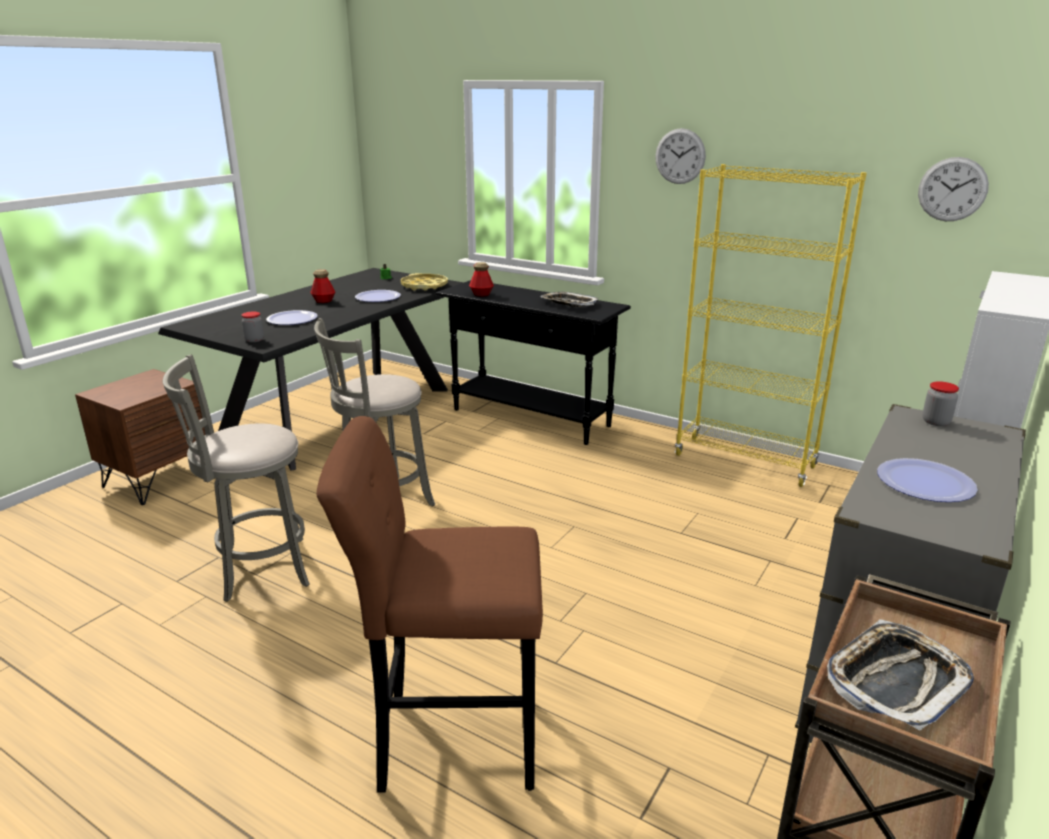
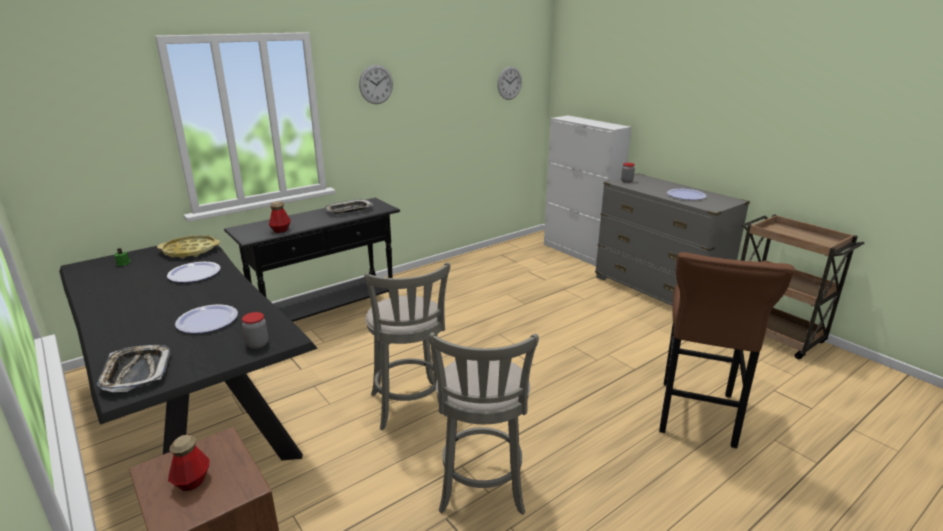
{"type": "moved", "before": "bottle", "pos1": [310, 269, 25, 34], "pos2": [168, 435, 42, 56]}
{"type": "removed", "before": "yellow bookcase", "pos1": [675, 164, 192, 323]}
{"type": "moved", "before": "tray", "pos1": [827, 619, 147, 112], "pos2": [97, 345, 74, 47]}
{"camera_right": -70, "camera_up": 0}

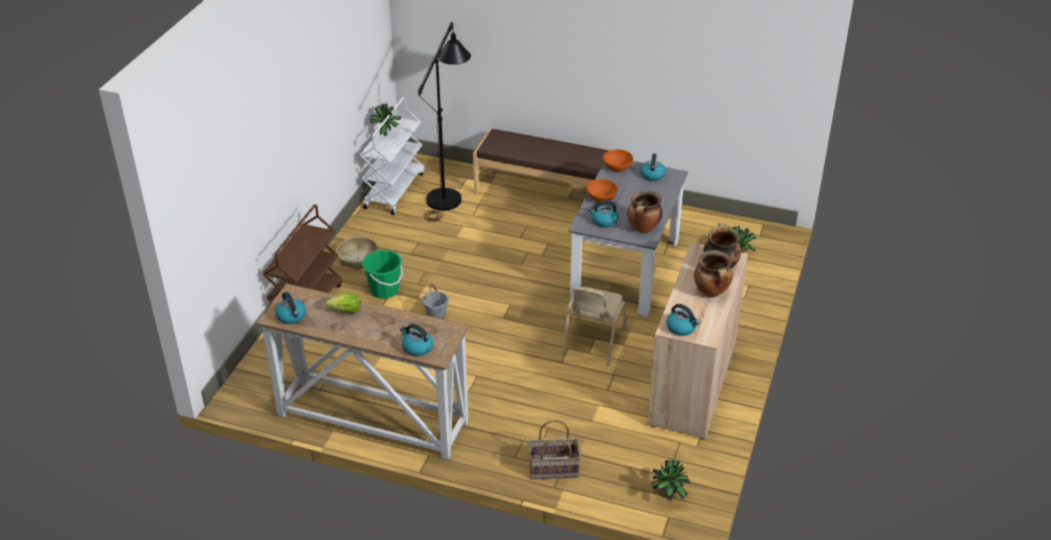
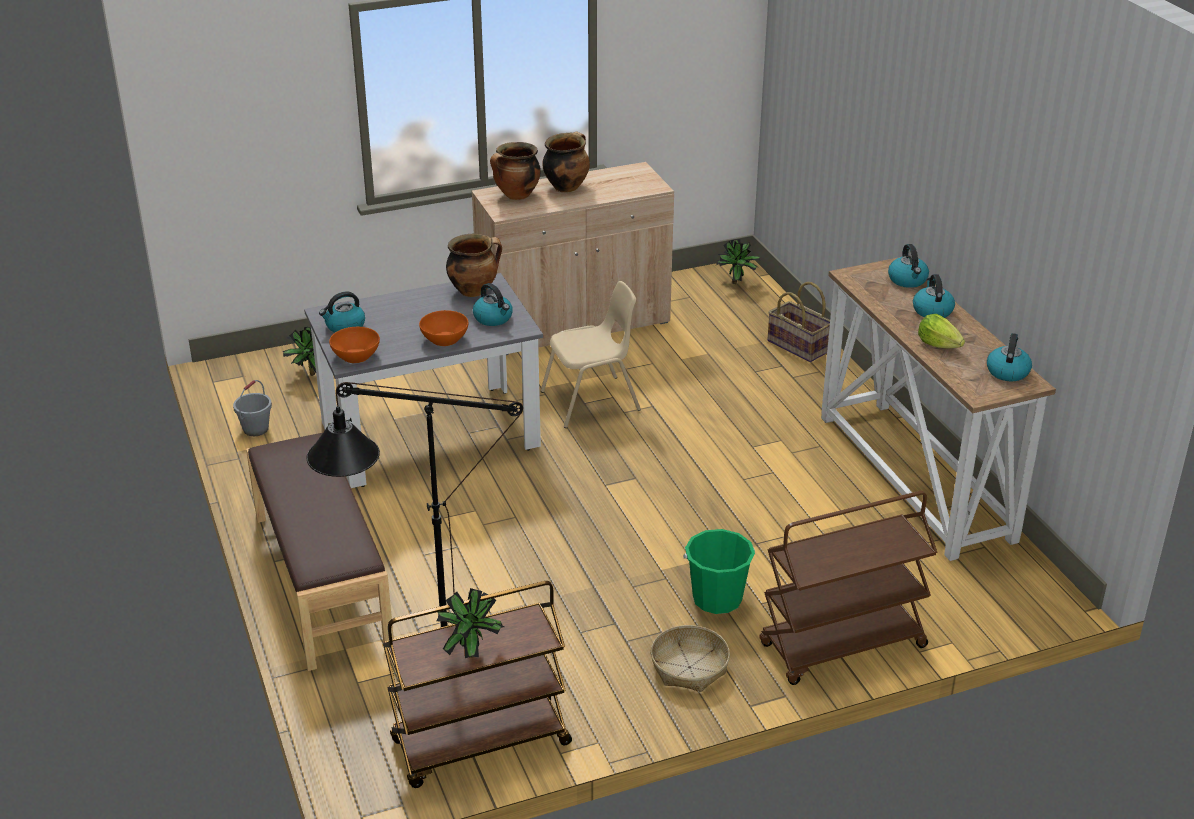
{"type": "recoloured", "before": "white cart", "after": "brown cart", "pos1": [360, 97, 64, 118], "pos2": [383, 581, 189, 207]}
{"type": "moved", "before": "grey bucket", "pos1": [423, 284, 25, 35], "pos2": [233, 380, 39, 56]}
{"type": "moved", "before": "kettle", "pos1": [666, 304, 34, 32], "pos2": [913, 274, 42, 44]}
{"camera_right": -130, "camera_up": -5}

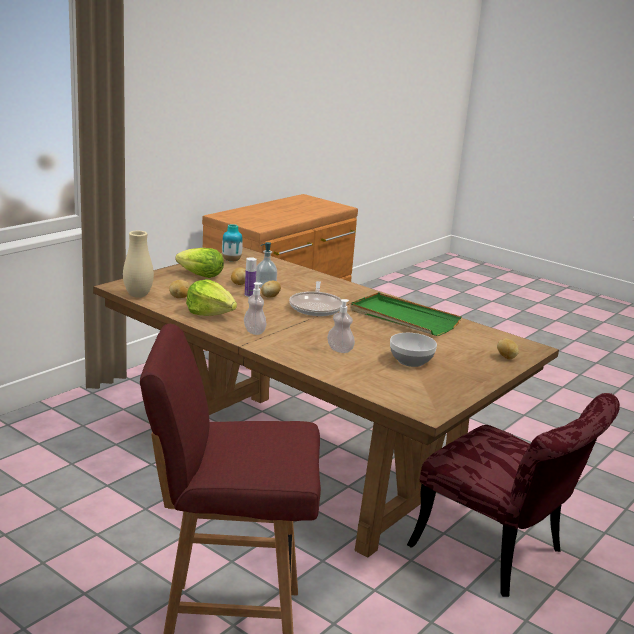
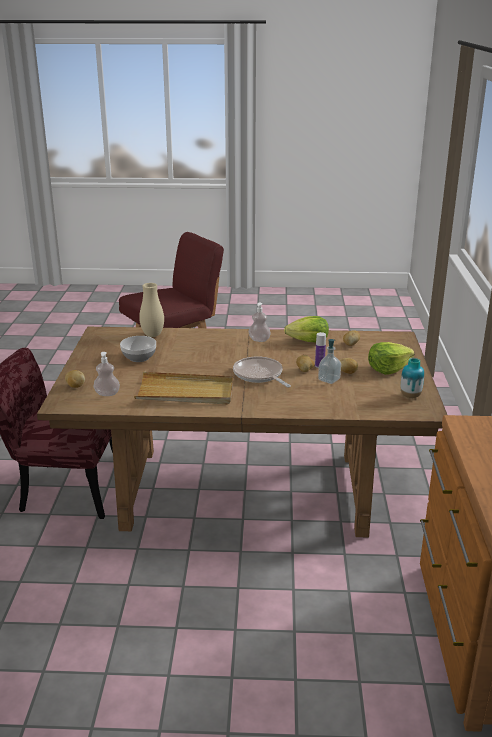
{"type": "moved", "before": "beige vase", "pos1": [123, 231, 31, 67], "pos2": [139, 283, 25, 54]}
{"type": "moved", "before": "soap dispenser", "pos1": [327, 299, 28, 54], "pos2": [93, 352, 27, 44]}
{"type": "recoloured", "before": "green tray", "after": "beige tray", "pos1": [350, 293, 112, 43], "pos2": [134, 372, 99, 32]}
{"camera_right": 145, "camera_up": 5}

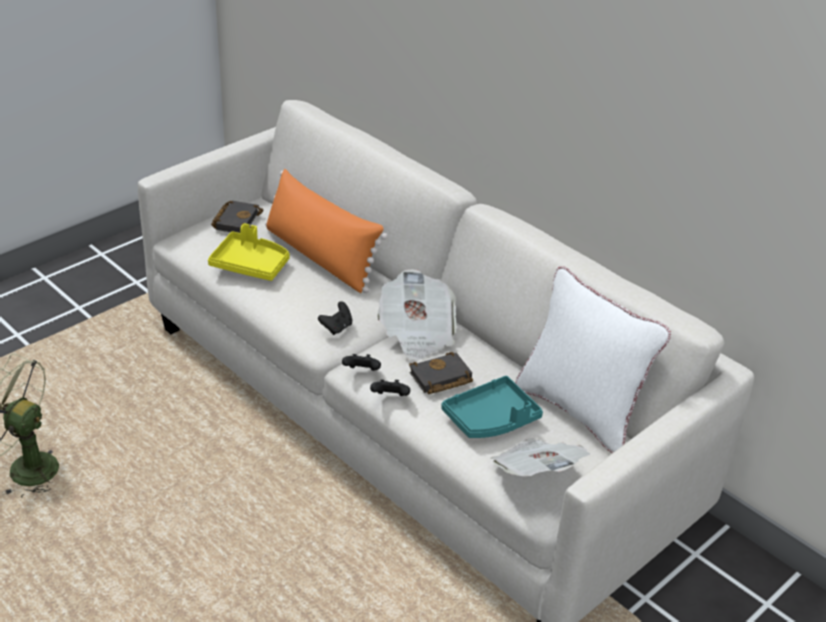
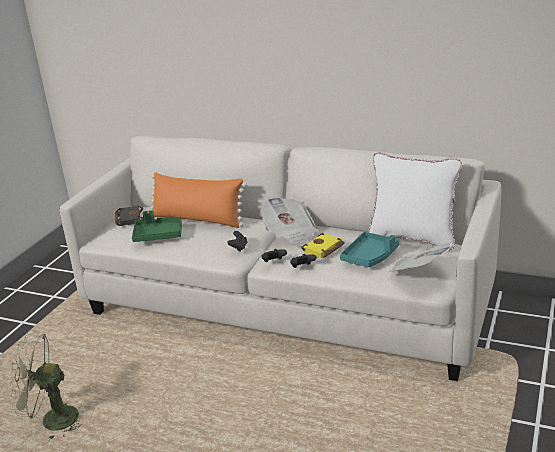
{"type": "recoloured", "before": "yellow tray", "after": "green tray", "pos1": [208, 223, 82, 58], "pos2": [132, 210, 50, 32]}
{"type": "recoloured", "before": "black book", "after": "yellow book", "pos1": [409, 352, 64, 42], "pos2": [301, 233, 44, 25]}
{"camera_right": -20, "camera_up": -10}

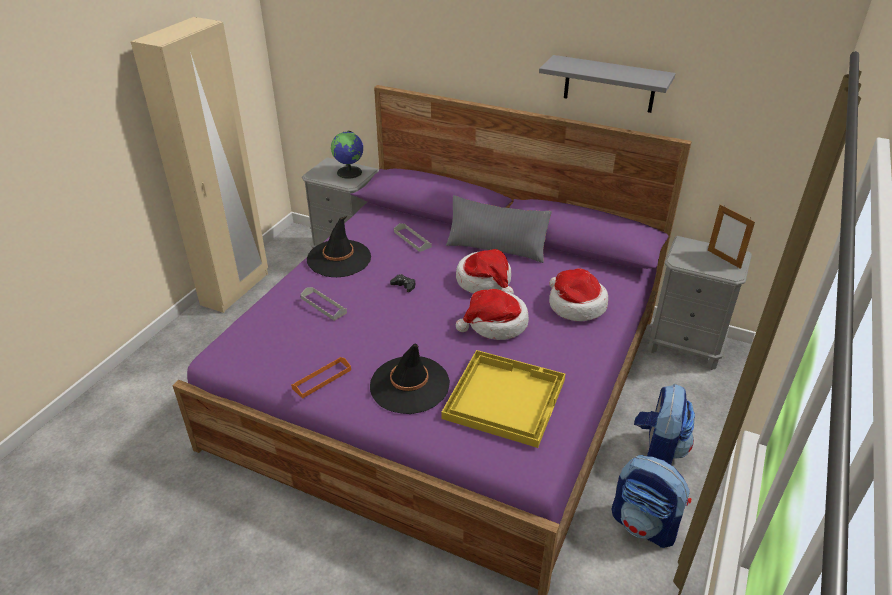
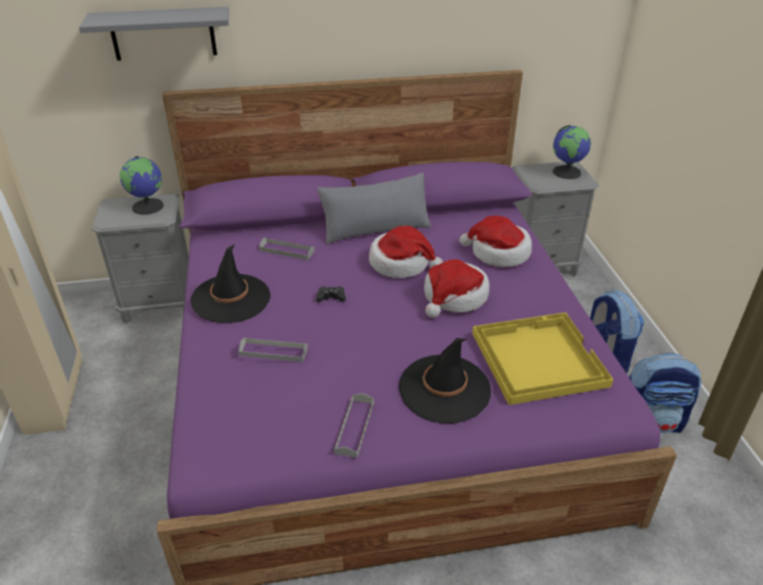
{"type": "recoloured", "before": "orange tray", "after": "grey tray", "pos1": [291, 357, 60, 42], "pos2": [334, 393, 40, 65]}
{"type": "moved", "before": "grey shelf", "pos1": [539, 55, 137, 58], "pos2": [79, 7, 150, 54]}
{"type": "replaced", "before": "picture frame", "after": "globe", "pos1": [708, 205, 47, 64], "pos2": [553, 125, 38, 54]}
{"camera_right": -35, "camera_up": 0}

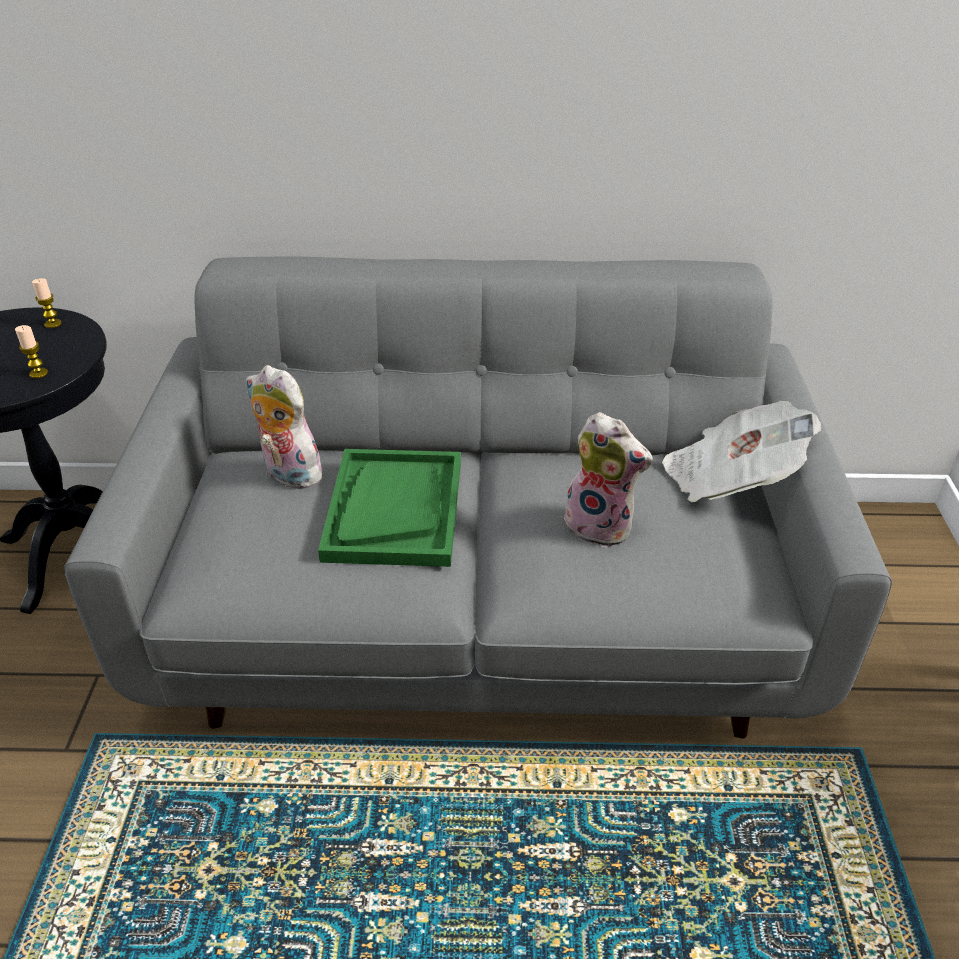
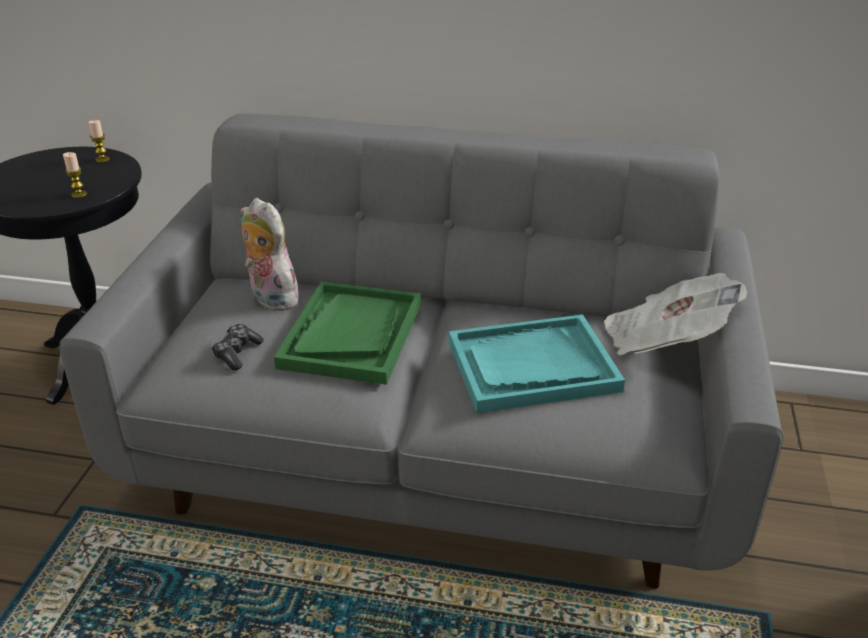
{"type": "replaced", "before": "plush toy", "after": "turquoise tray", "pos1": [556, 412, 97, 136], "pos2": [449, 315, 176, 98]}
{"type": "added", "after": "game controller", "pos2": [211, 324, 53, 46]}
{"camera_right": 10, "camera_up": -5}

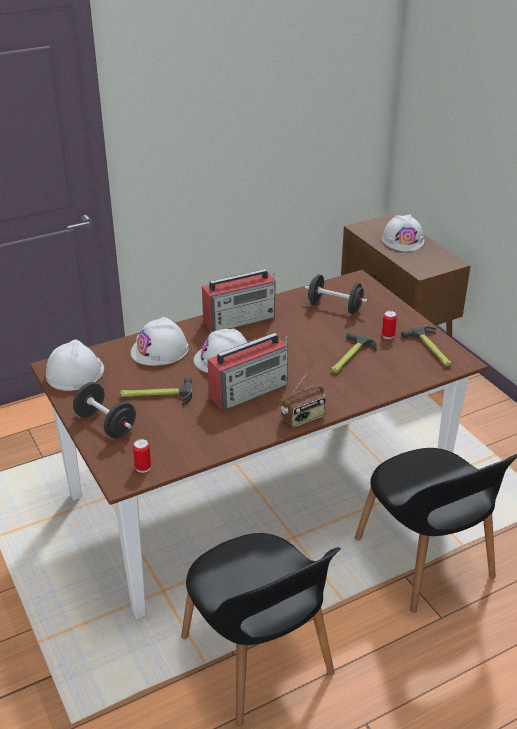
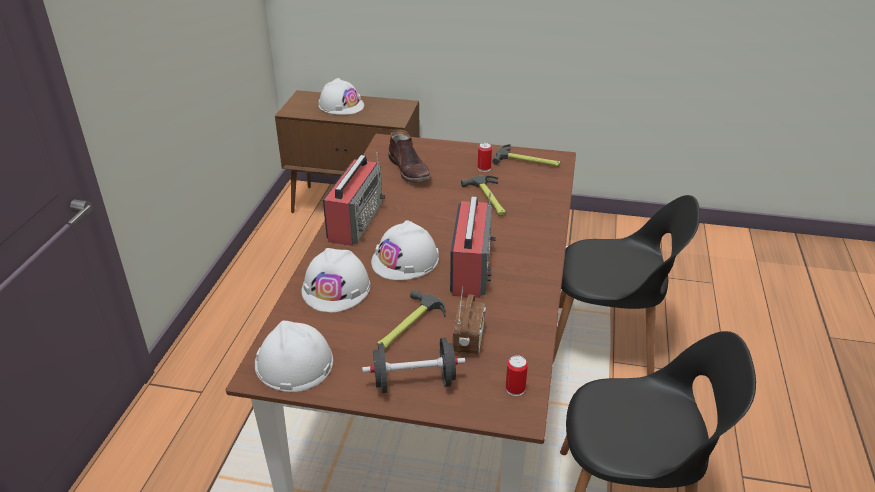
{"type": "moved", "before": "radio", "pos1": [281, 373, 45, 54], "pos2": [453, 287, 33, 67]}
{"type": "replaced", "before": "black dumbbell", "after": "brown boot", "pos1": [305, 274, 63, 40], "pos2": [388, 129, 43, 53]}
{"camera_right": -50, "camera_up": 0}

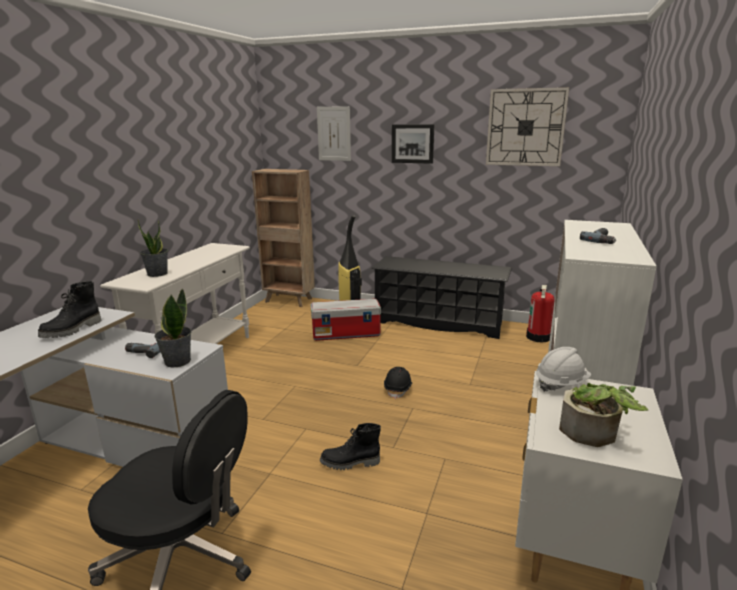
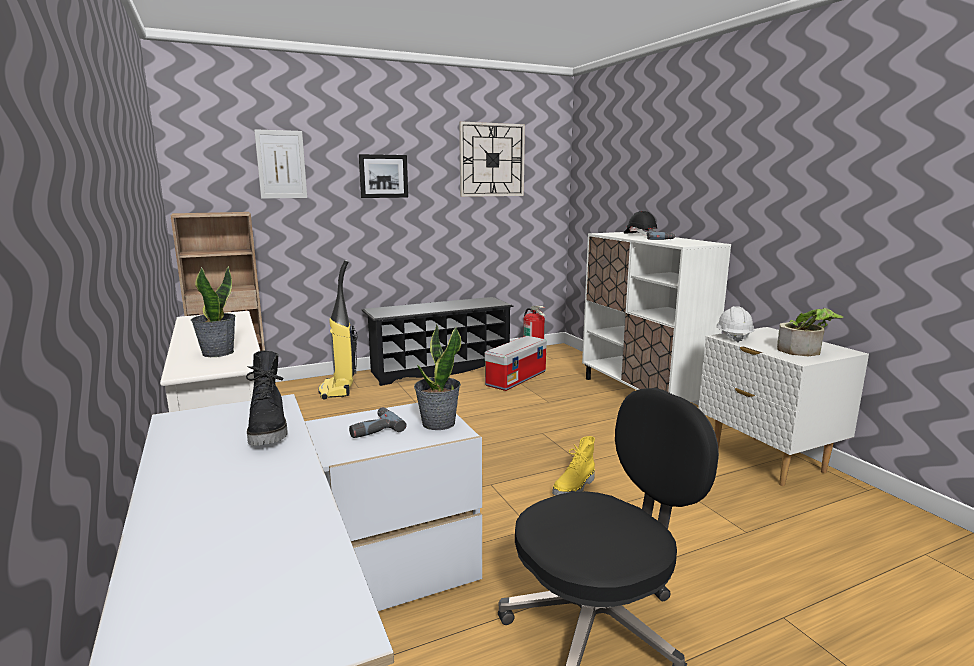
{"type": "moved", "before": "storage box", "pos1": [311, 299, 70, 42], "pos2": [485, 336, 62, 55]}
{"type": "recoloured", "before": "black boot", "after": "yellow boot", "pos1": [320, 423, 61, 47], "pos2": [552, 436, 43, 60]}
{"type": "moved", "before": "black hard hat", "pos1": [384, 367, 29, 32], "pos2": [624, 211, 33, 24]}
{"camera_right": -45, "camera_up": -5}

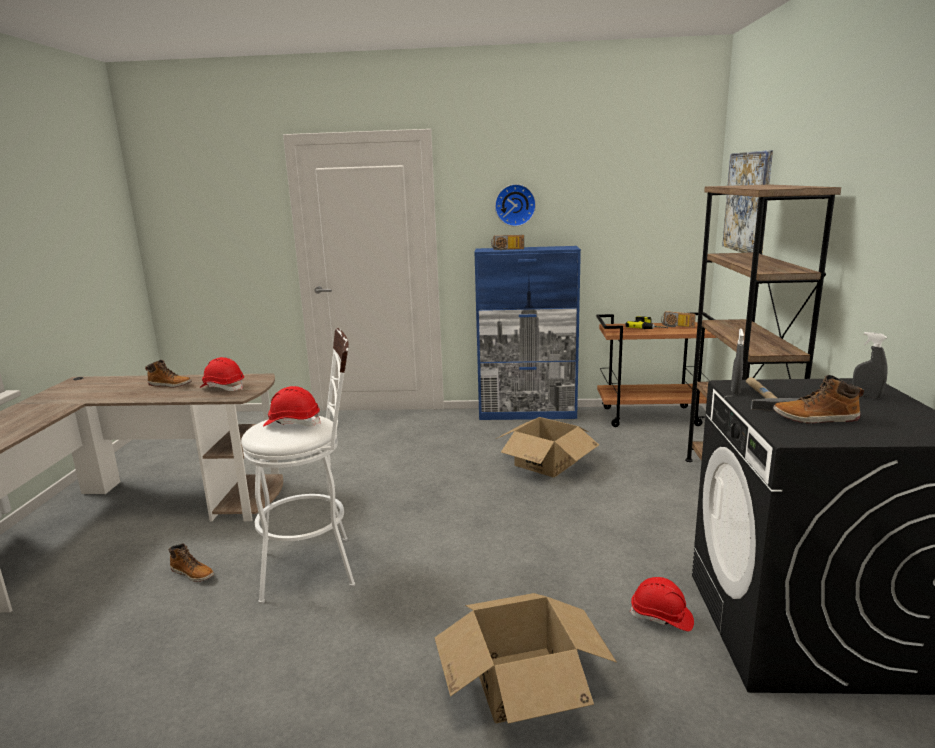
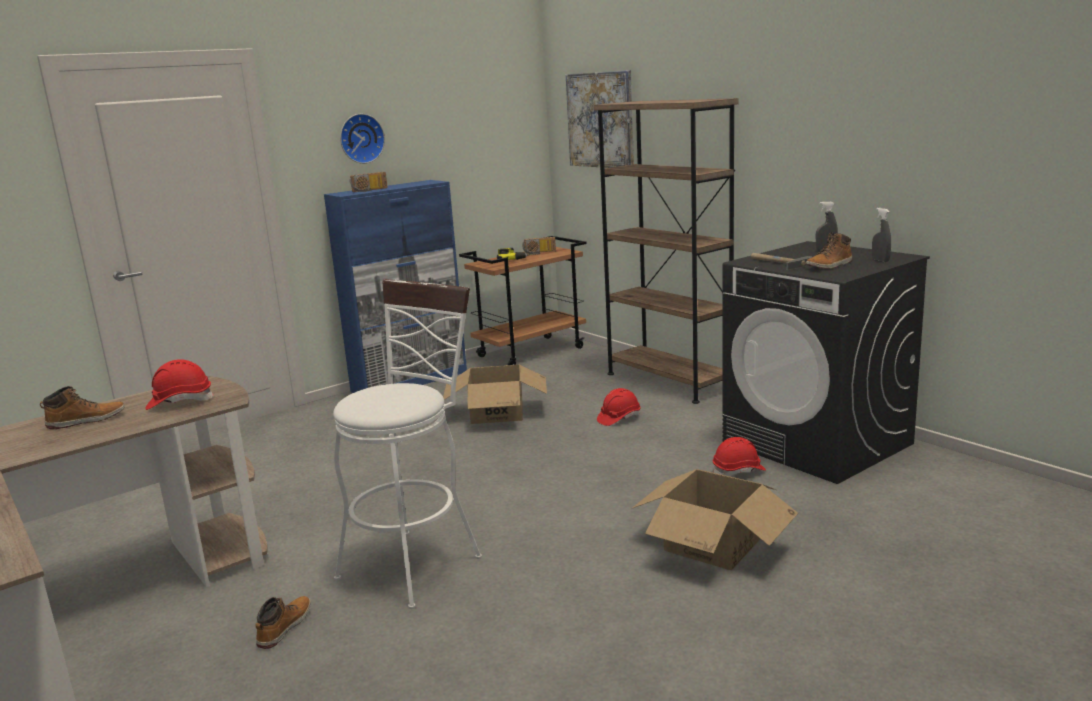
{"type": "turned", "before": "boot", "pos1": [168, 544, 46, 38], "pos2": [255, 596, 56, 53], "turn": -60}
{"type": "moved", "before": "red hard hat", "pos1": [263, 386, 58, 41], "pos2": [597, 388, 43, 38]}
{"type": "moved", "before": "grey spray bottle", "pos1": [731, 329, 13, 65], "pos2": [872, 208, 19, 54]}
{"camera_right": -40, "camera_up": 0}

